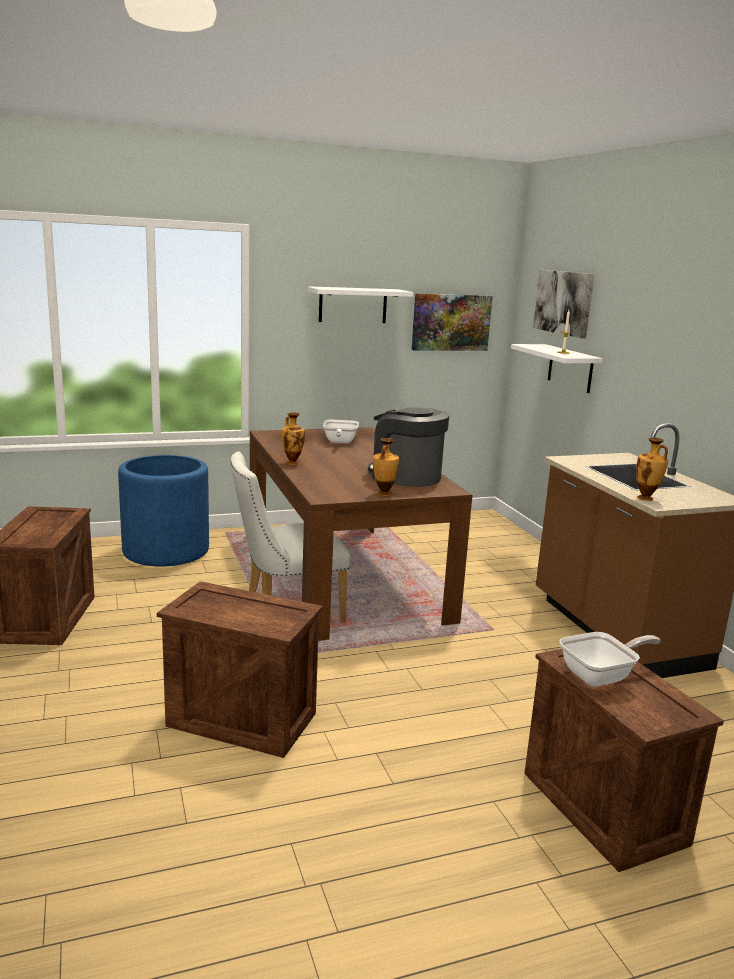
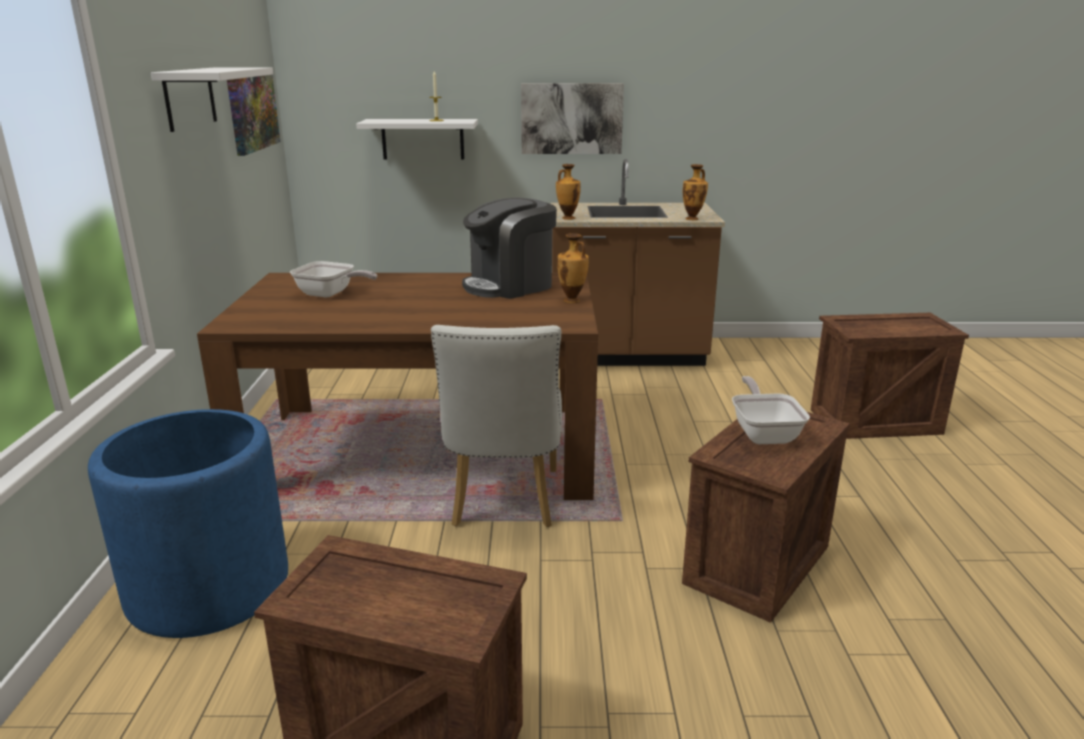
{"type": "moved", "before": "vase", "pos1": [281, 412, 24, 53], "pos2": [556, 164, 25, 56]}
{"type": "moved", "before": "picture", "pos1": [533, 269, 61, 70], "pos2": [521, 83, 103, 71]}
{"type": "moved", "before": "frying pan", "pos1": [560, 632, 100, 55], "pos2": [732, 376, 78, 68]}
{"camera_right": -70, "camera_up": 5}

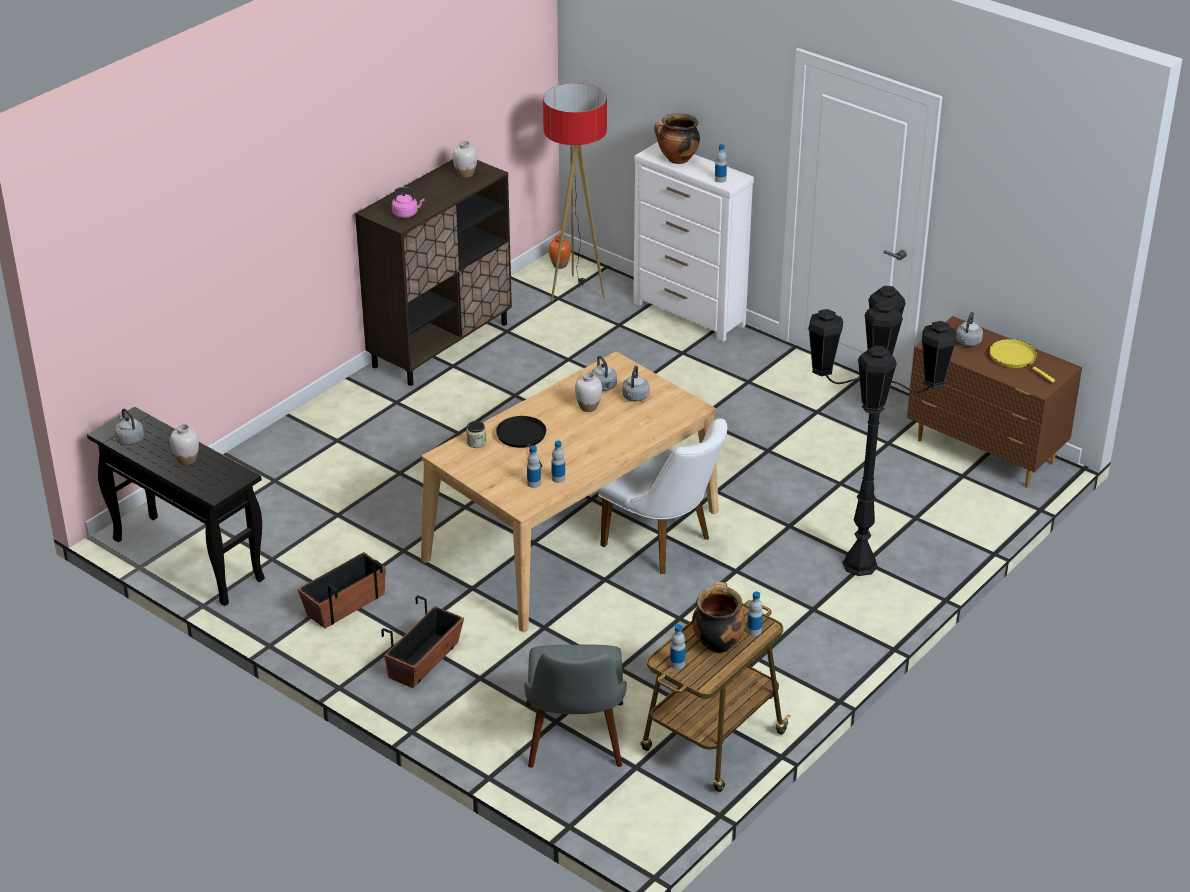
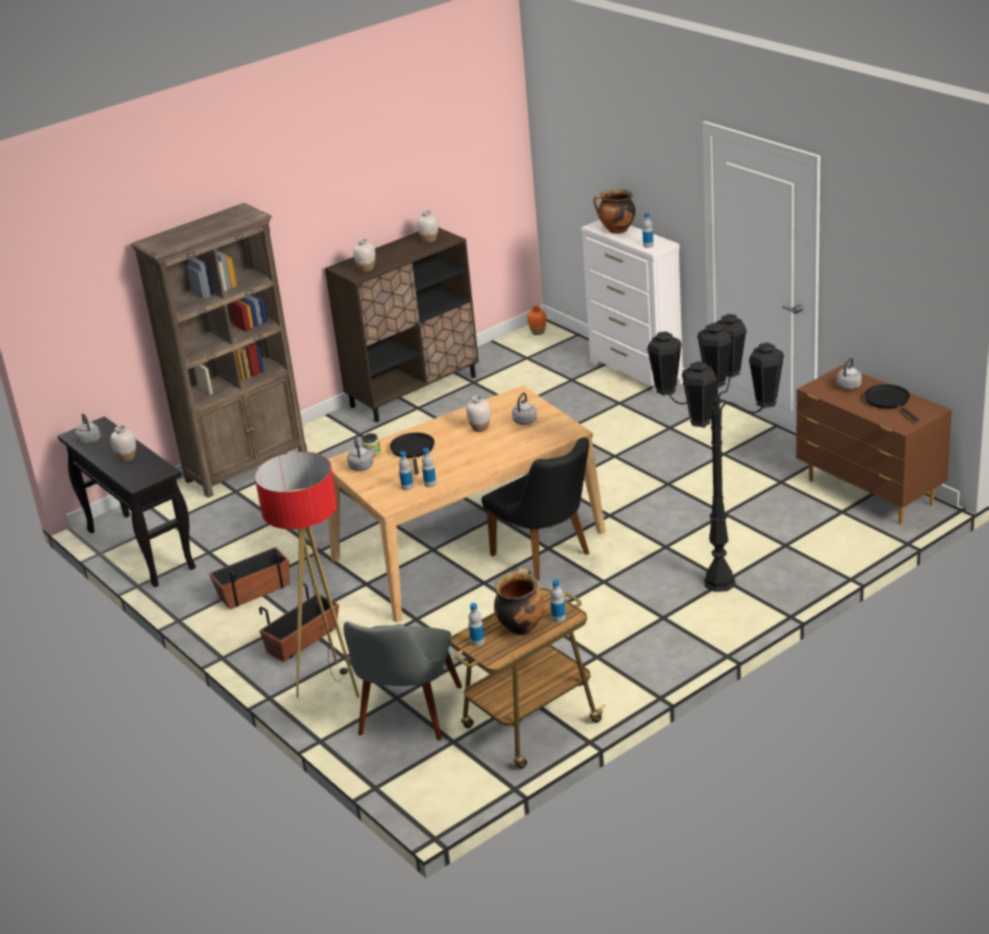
{"type": "replaced", "before": "pink kettle", "after": "white vase", "pos1": [392, 187, 33, 31], "pos2": [353, 239, 22, 33]}
{"type": "moved", "before": "floor lamp", "pos1": [543, 83, 64, 219], "pos2": [255, 452, 104, 246]}
{"type": "moved", "before": "grey kettle", "pos1": [591, 356, 26, 35], "pos2": [347, 438, 26, 33]}
{"type": "recoloured", "before": "white chair", "after": "black chair", "pos1": [598, 418, 129, 156], "pos2": [481, 438, 108, 143]}
{"type": "recoloured", "before": "yellow frying pan", "after": "black frying pan", "pos1": [989, 339, 66, 43], "pos2": [864, 384, 55, 37]}
{"type": "added", "after": "brown bookcase", "pos2": [130, 203, 177, 295]}
{"camera_right": 15, "camera_up": -5}

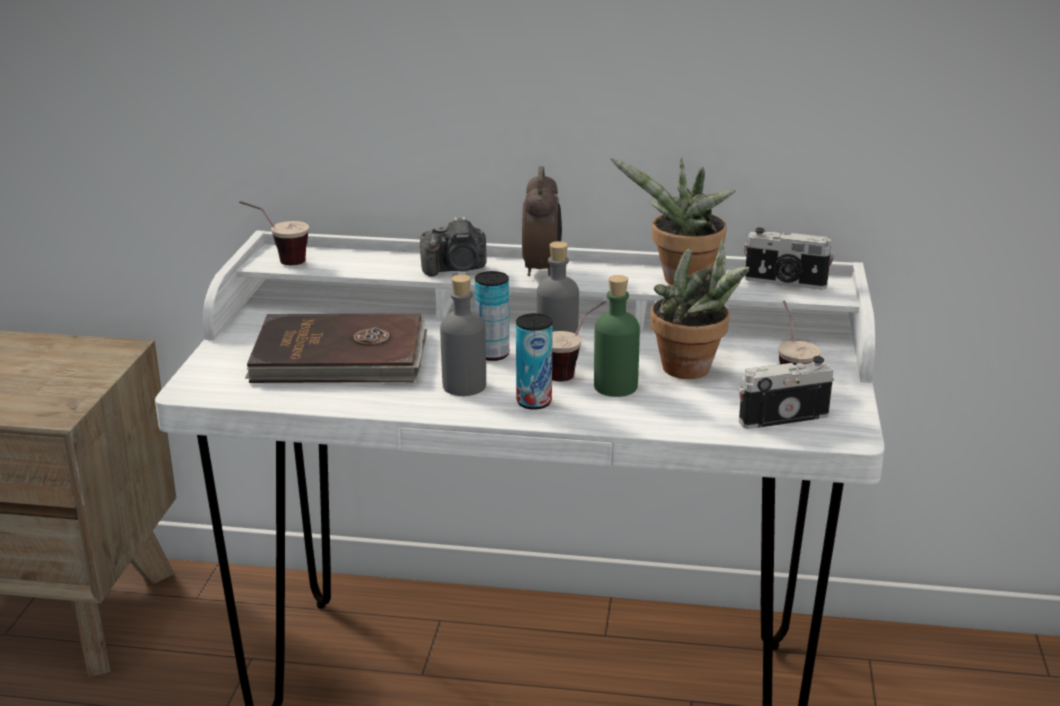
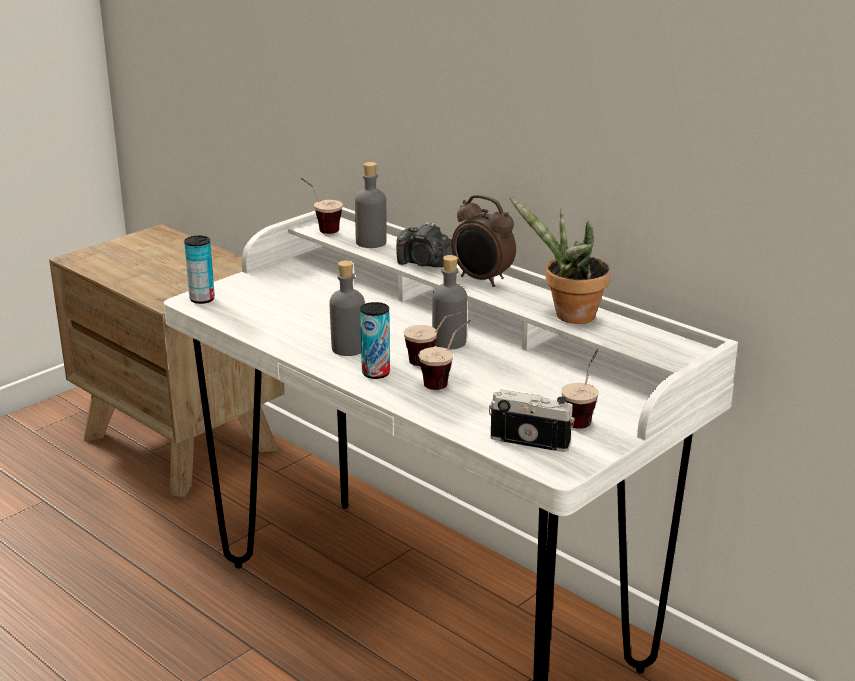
{"type": "removed", "before": "brown book", "pos1": [245, 313, 182, 70]}
{"type": "moved", "before": "can", "pos1": [475, 271, 34, 90], "pos2": [184, 236, 31, 68]}
{"type": "turned", "before": "alarm clock", "pos1": [522, 166, 40, 111], "pos2": [452, 195, 64, 92], "turn": 90}
{"type": "replaced", "before": "green bottle", "after": "cup", "pos1": [594, 275, 46, 122], "pos2": [418, 320, 53, 70]}
{"type": "removed", "before": "potted plant", "pos1": [650, 238, 99, 141]}
{"type": "removed", "before": "photo camera", "pos1": [744, 228, 90, 62]}
{"type": "added", "after": "grey bottle", "pos2": [355, 162, 32, 86]}
{"camera_right": 35, "camera_up": 0}

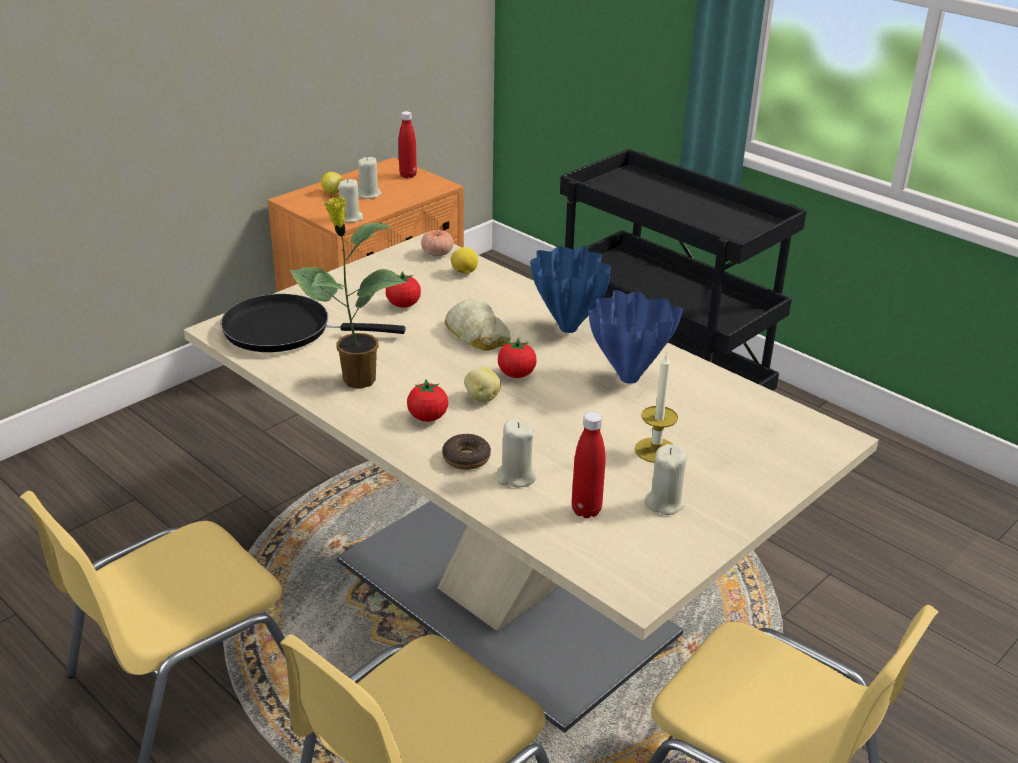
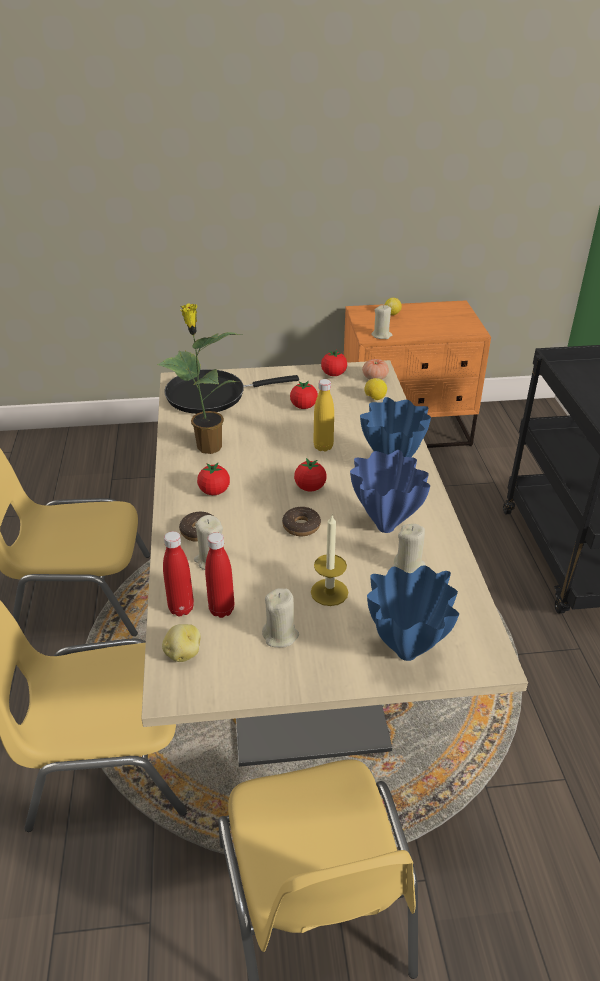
{"type": "turned", "before": "black frying pan", "pos1": [221, 294, 185, 58], "pos2": [164, 369, 135, 45], "turn": -60}
{"type": "moved", "before": "beige candle", "pos1": [358, 156, 24, 43], "pos2": [392, 524, 34, 49]}
{"type": "moved", "before": "red bottle", "pos1": [399, 111, 18, 67], "pos2": [163, 531, 31, 85]}
{"type": "replaced", "before": "bread", "after": "yellow bottle", "pos1": [445, 299, 66, 52], "pos2": [313, 379, 21, 73]}
{"type": "moved", "before": "potato", "pos1": [464, 367, 37, 35], "pos2": [162, 624, 39, 38]}
{"type": "added", "after": "donut", "pos2": [282, 507, 39, 29]}
{"type": "added", "after": "tomato", "pos2": [321, 349, 26, 27]}
{"type": "added", "after": "blue vase", "pos2": [367, 565, 92, 96]}
{"camera_right": 40, "camera_up": 5}

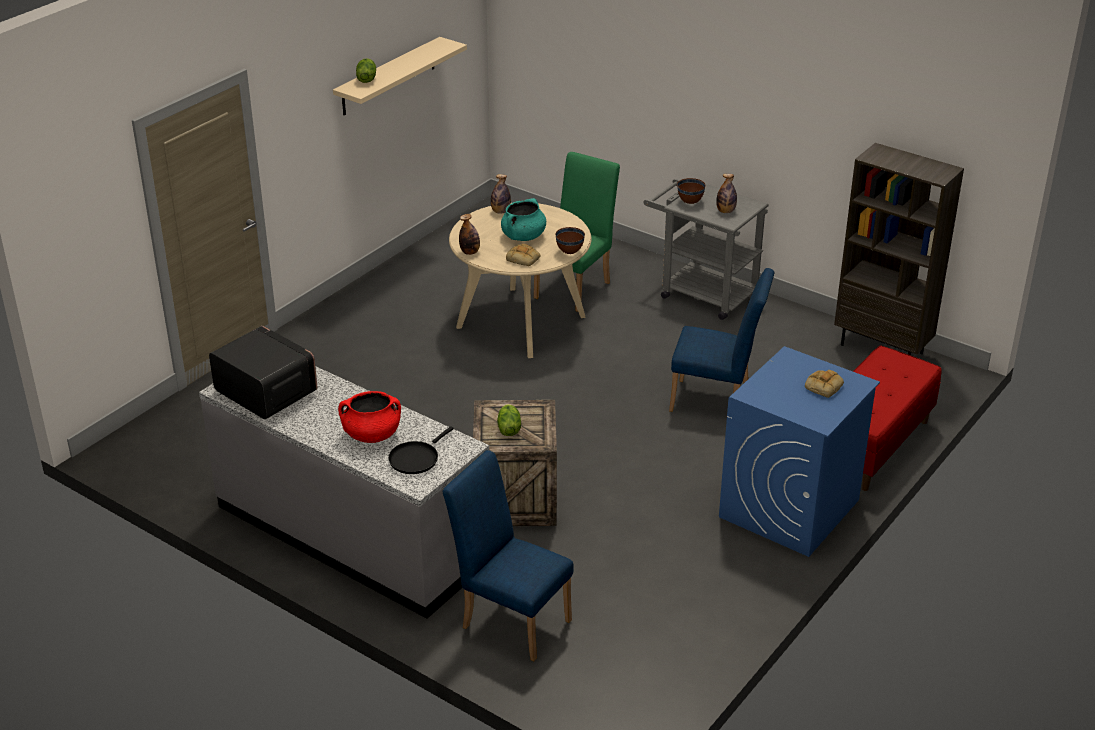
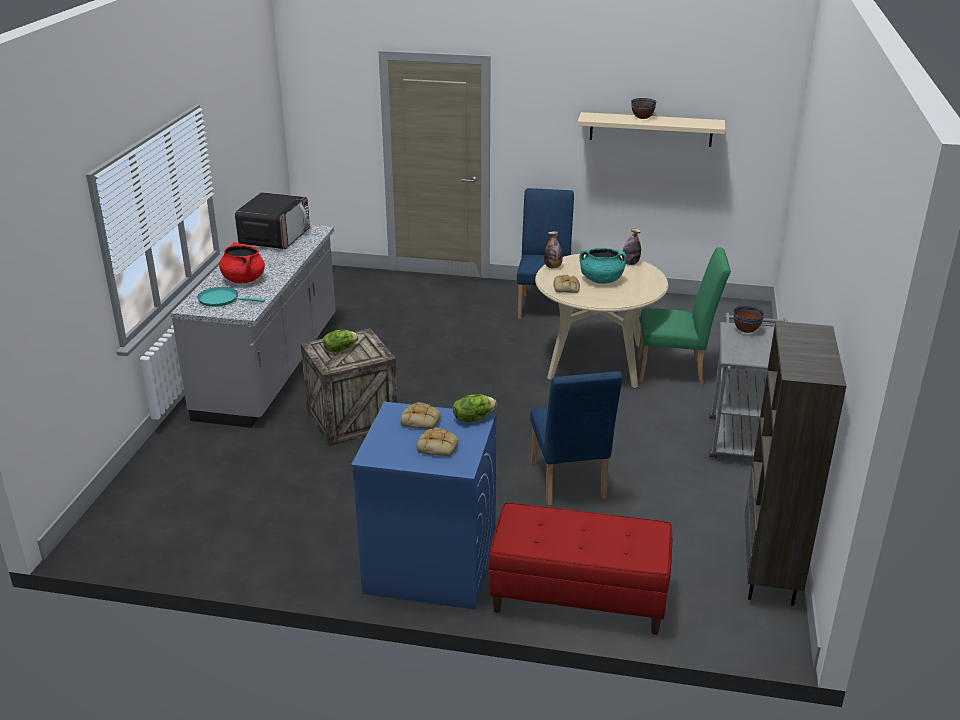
{"type": "moved", "before": "lettuce", "pos1": [356, 58, 20, 25], "pos2": [453, 394, 44, 28]}
{"type": "recoloured", "before": "black frying pan", "after": "turquoise frying pan", "pos1": [388, 426, 66, 48], "pos2": [198, 287, 67, 20]}
{"type": "moved", "before": "blue chair", "pos1": [443, 450, 131, 211], "pos2": [517, 188, 57, 134]}
{"type": "moved", "before": "brown bowl", "pos1": [555, 227, 30, 27], "pos2": [631, 98, 25, 21]}
{"type": "removed", "before": "bottle", "pos1": [716, 174, 21, 39]}
{"type": "added", "after": "bread", "pos2": [400, 402, 41, 27]}
{"camera_right": 65, "camera_up": -5}

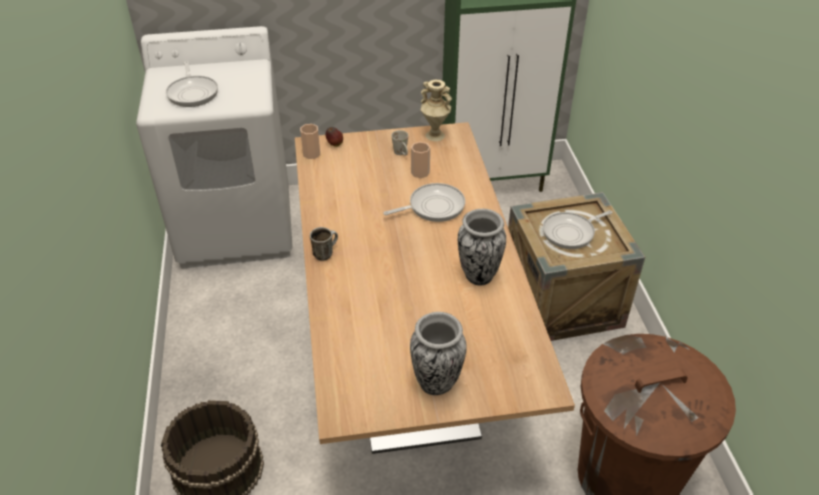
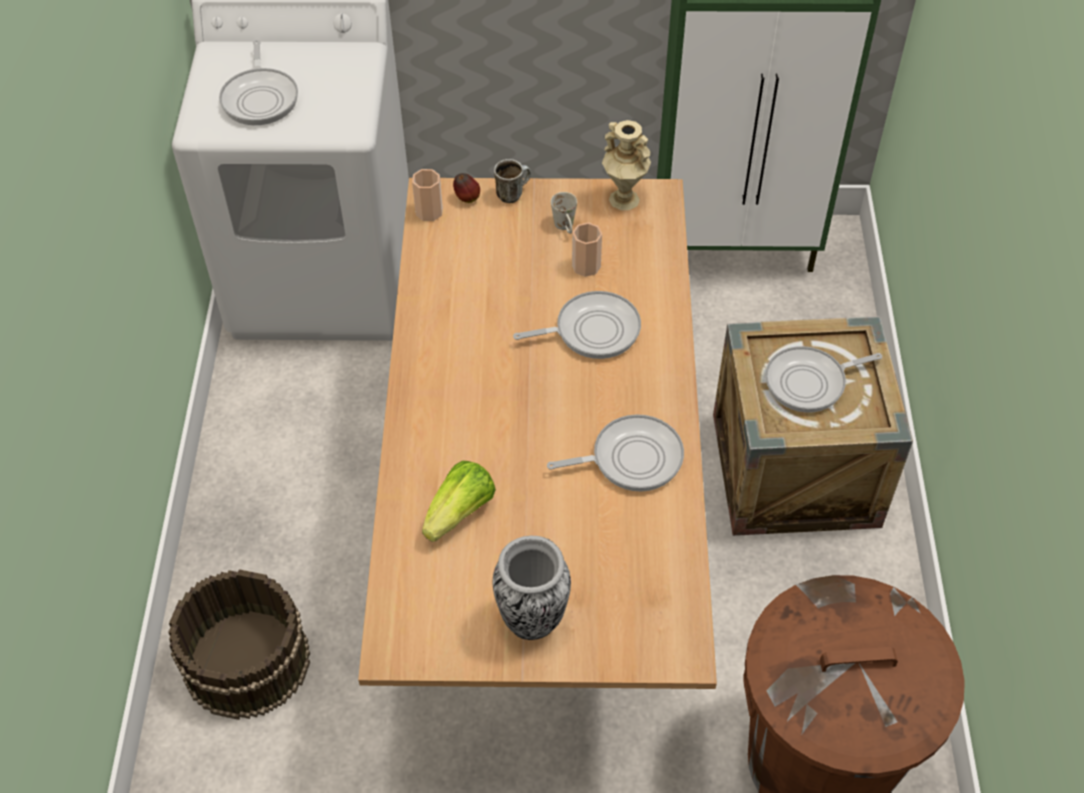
{"type": "moved", "before": "mug", "pos1": [310, 227, 28, 34], "pos2": [494, 159, 37, 44]}
{"type": "replaced", "before": "vase", "after": "frying pan", "pos1": [458, 209, 48, 77], "pos2": [547, 414, 137, 78]}
{"type": "added", "after": "lettuce", "pos2": [422, 461, 74, 81]}
{"camera_right": 10, "camera_up": 10}

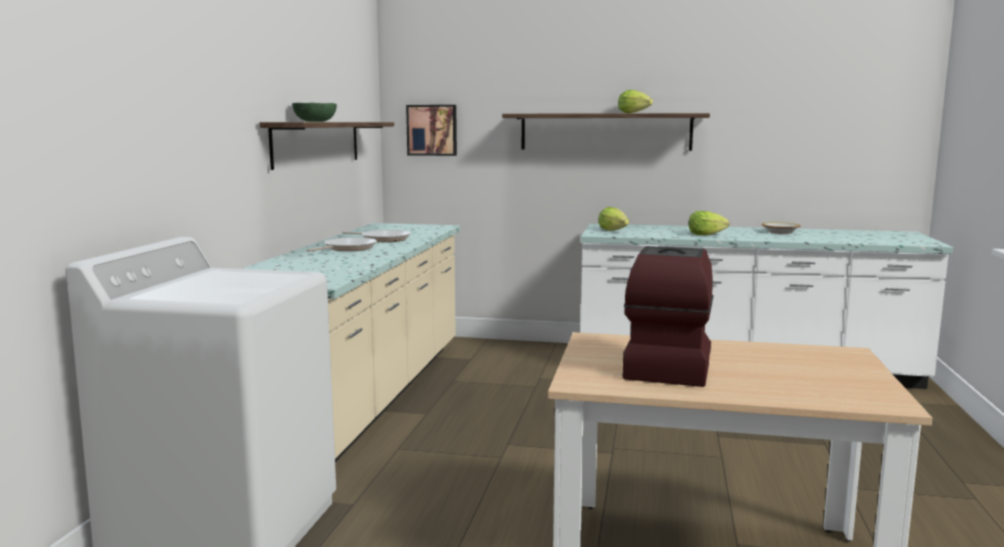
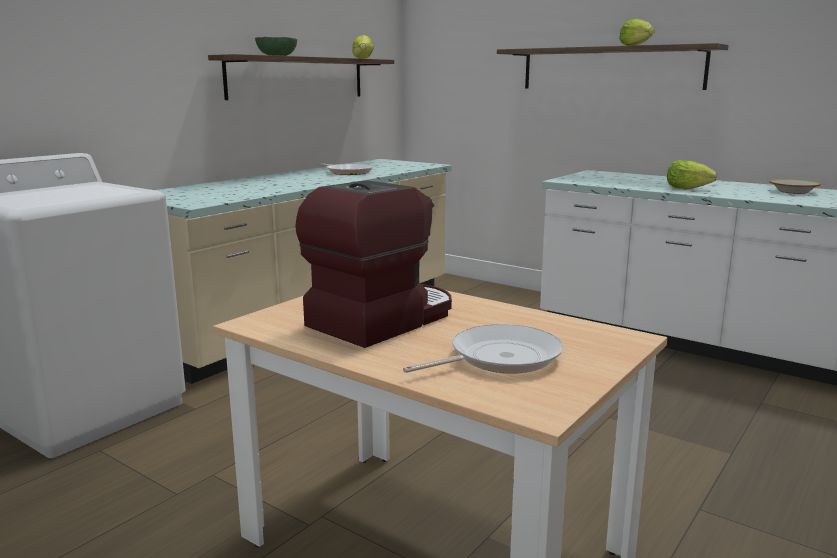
{"type": "moved", "before": "frying pan", "pos1": [307, 237, 70, 15], "pos2": [403, 324, 160, 50]}
{"type": "removed", "before": "picture", "pos1": [406, 105, 51, 51]}
{"type": "moved", "before": "lettuce", "pos1": [598, 207, 31, 24], "pos2": [352, 35, 22, 24]}
{"camera_right": 25, "camera_up": 5}

